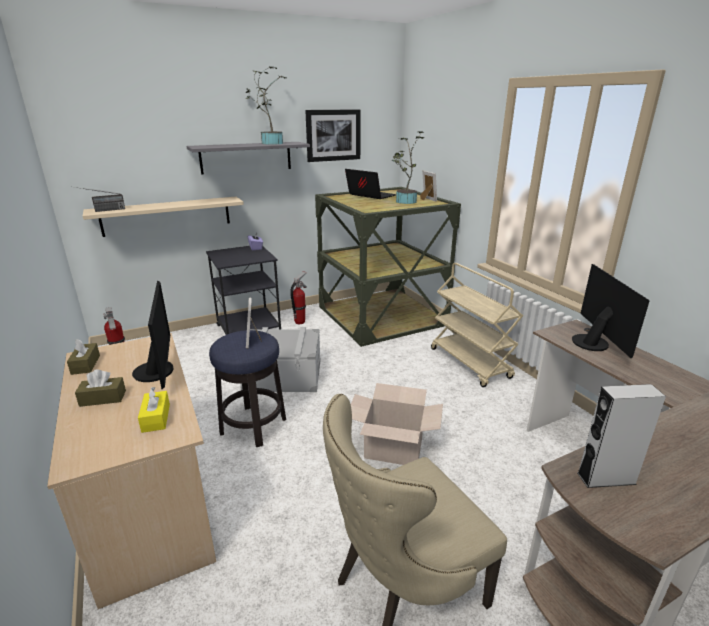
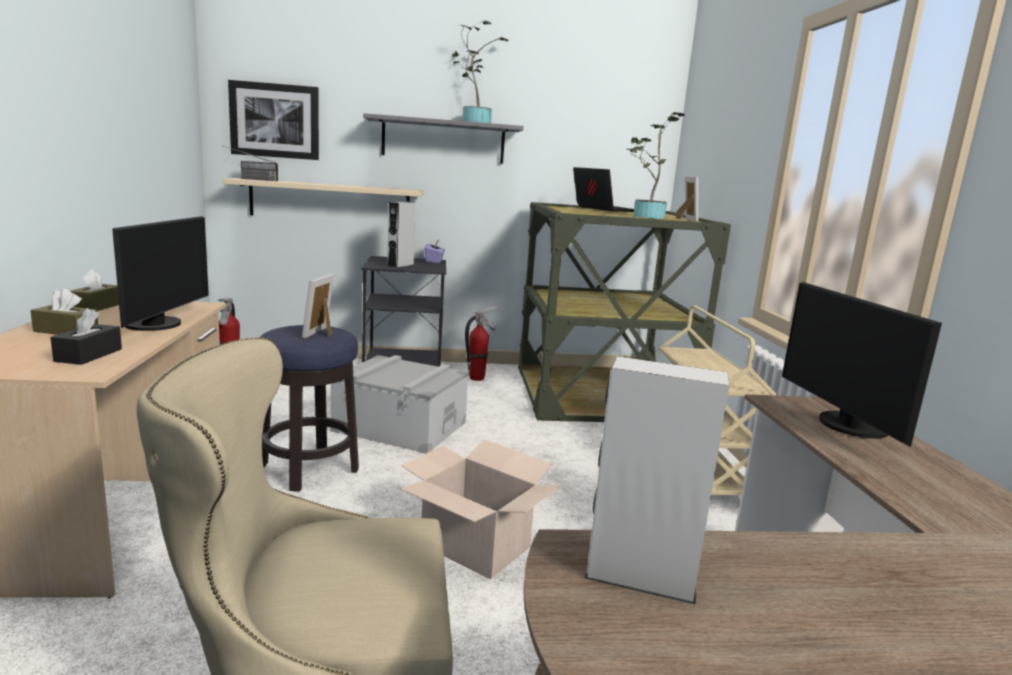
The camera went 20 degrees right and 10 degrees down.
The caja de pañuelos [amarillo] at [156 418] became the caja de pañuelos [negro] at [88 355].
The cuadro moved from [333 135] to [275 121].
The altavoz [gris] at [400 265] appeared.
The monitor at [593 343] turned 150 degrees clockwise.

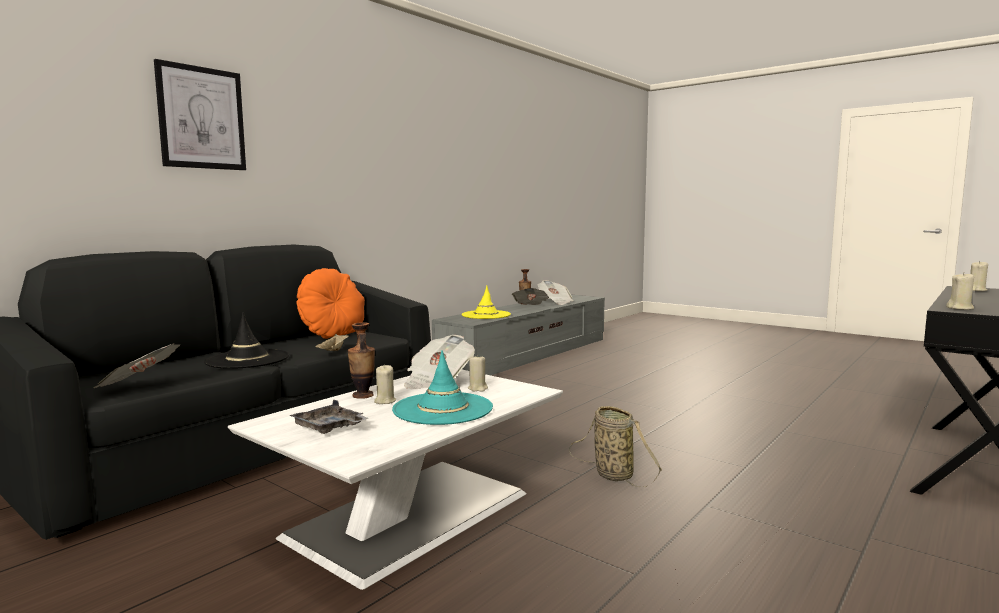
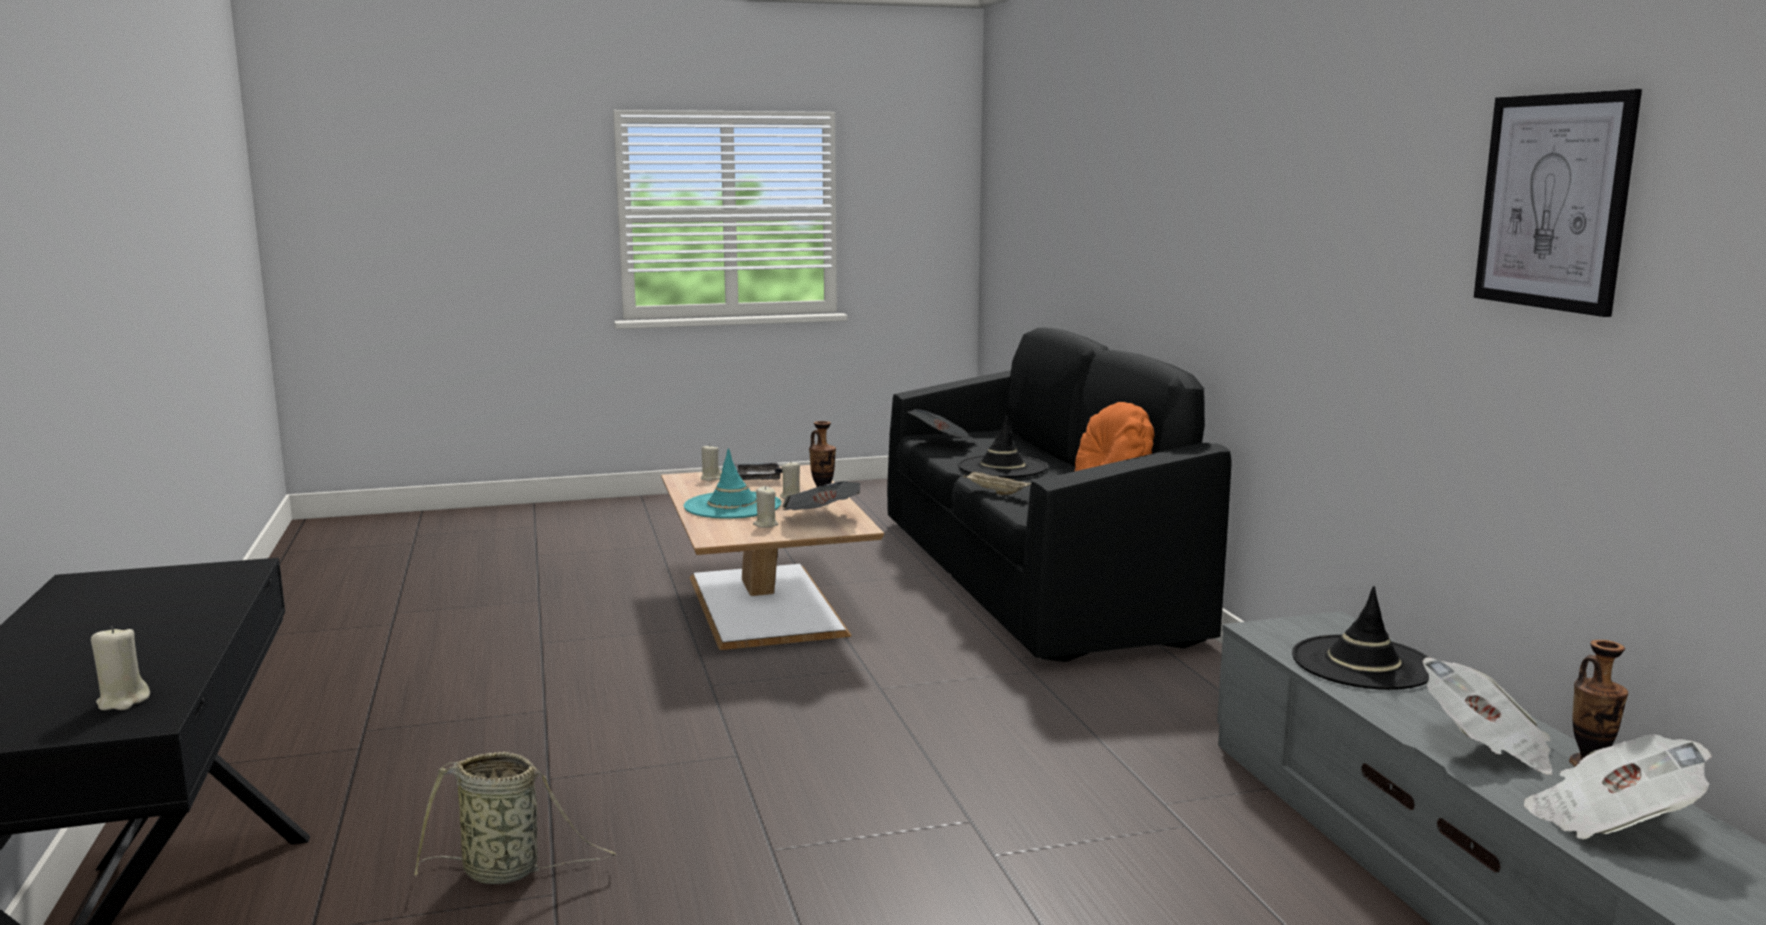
The camera went 125 degrees right and 5 degrees up.
The cesta moved from [611 474] to [507 872].
The mesa de centro [blanco] at [413 512] became the mesa de centro [marrón] at [766 606].
The vela [beis] moved from [960 308] to [710 478].
The sombrero [amarillo] at [486 315] became the sombrero [negro] at [1363 663].
The cuadro moved from [201 118] to [1554 201].

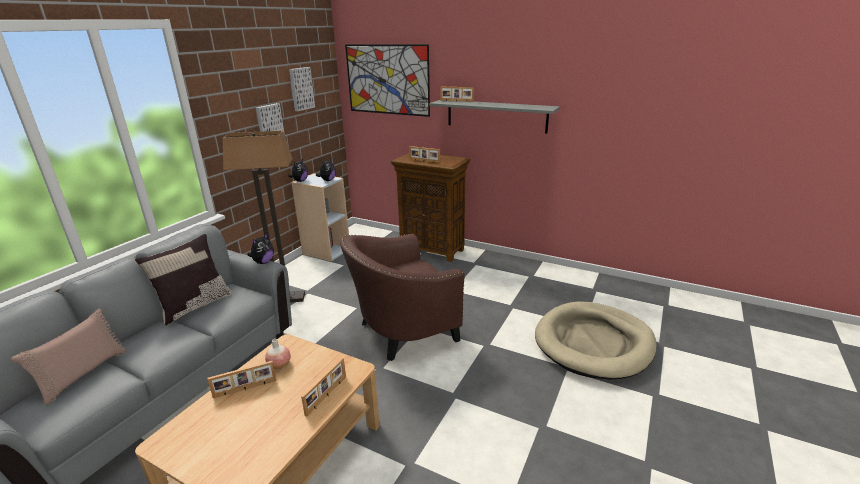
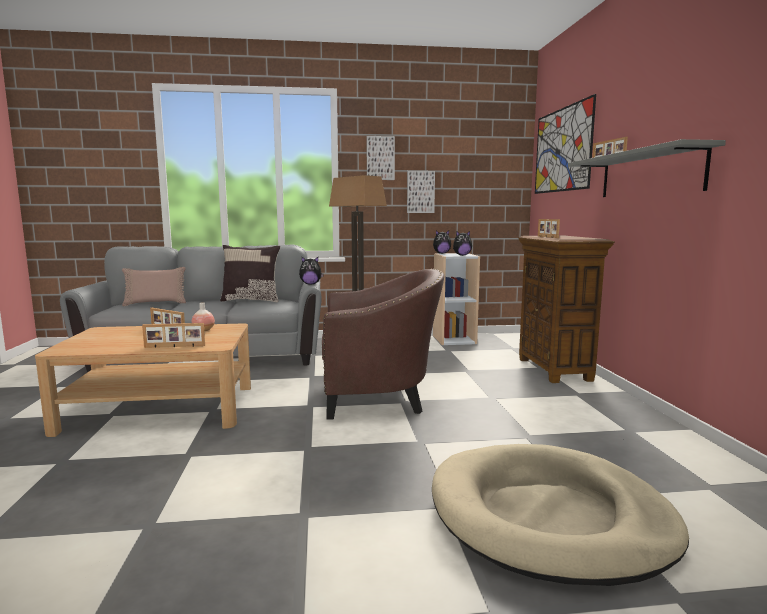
The camera went 55 degrees right and 15 degrees down.
The sillón [marrón] at [402 331] turned 150 degrees clockwise.
The cuadro moved from [301 88] to [380 158].

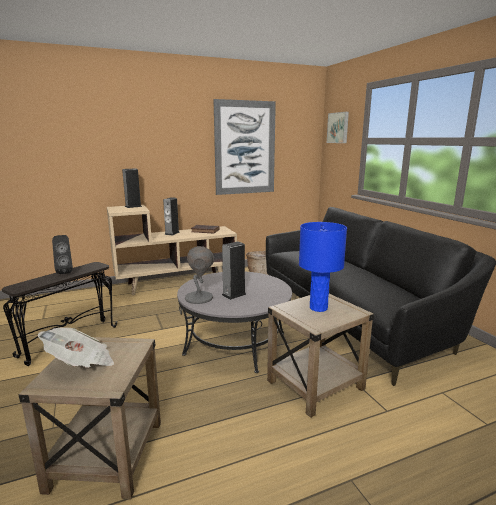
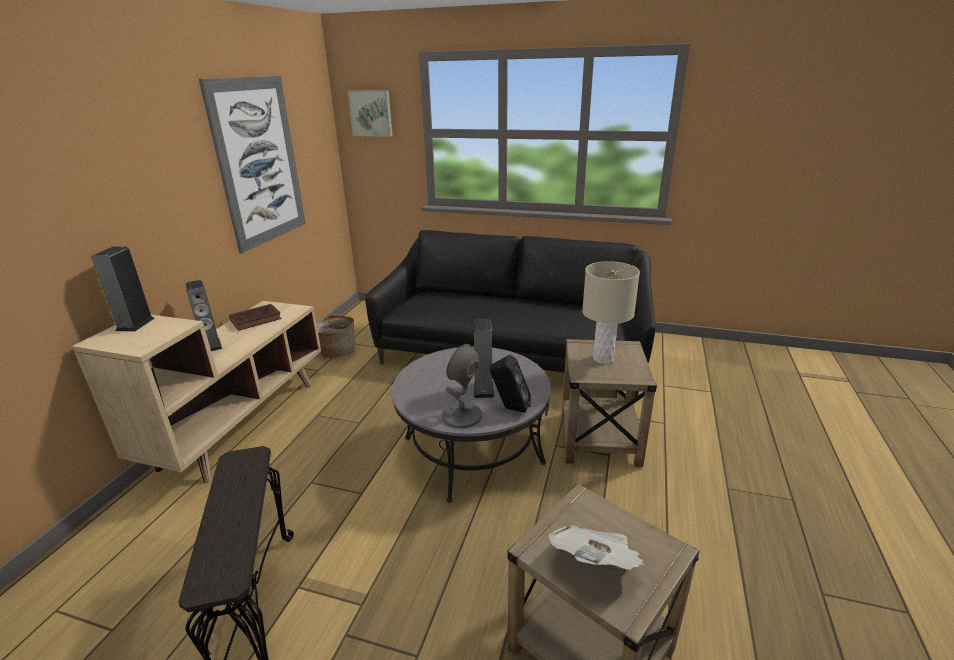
The camera went 50 degrees left and 10 degrees up.
The altavoz [negro] moved from [65 271] to [510 408].
The lámpara de mesa [azul] at [318 308] became the lámpara de mesa [beis] at [603 359].

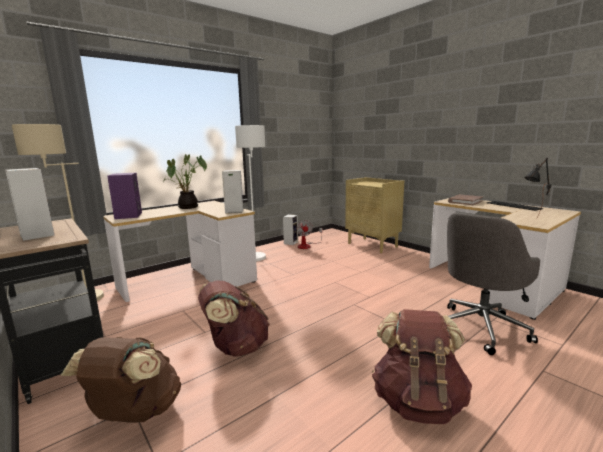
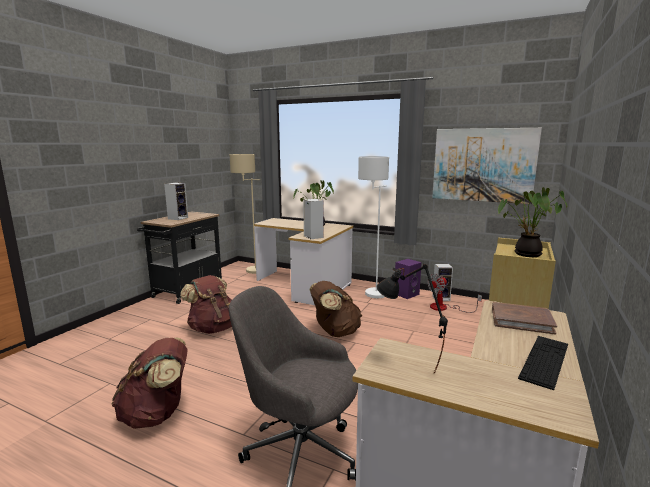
The camera went 65 degrees right and 0 degrees up.
The mochila [marrón] moved from [134 413] to [335 332].
The altavoz [morado] moved from [128 215] to [406 294].
The cuadro at [483 165] appeared.
The planta en maceta at [525 254] appeared.

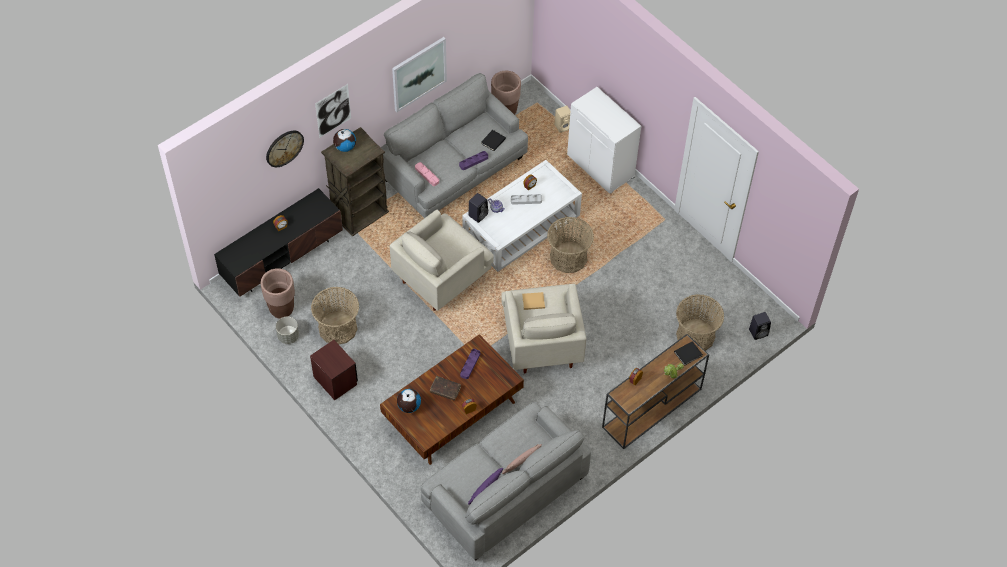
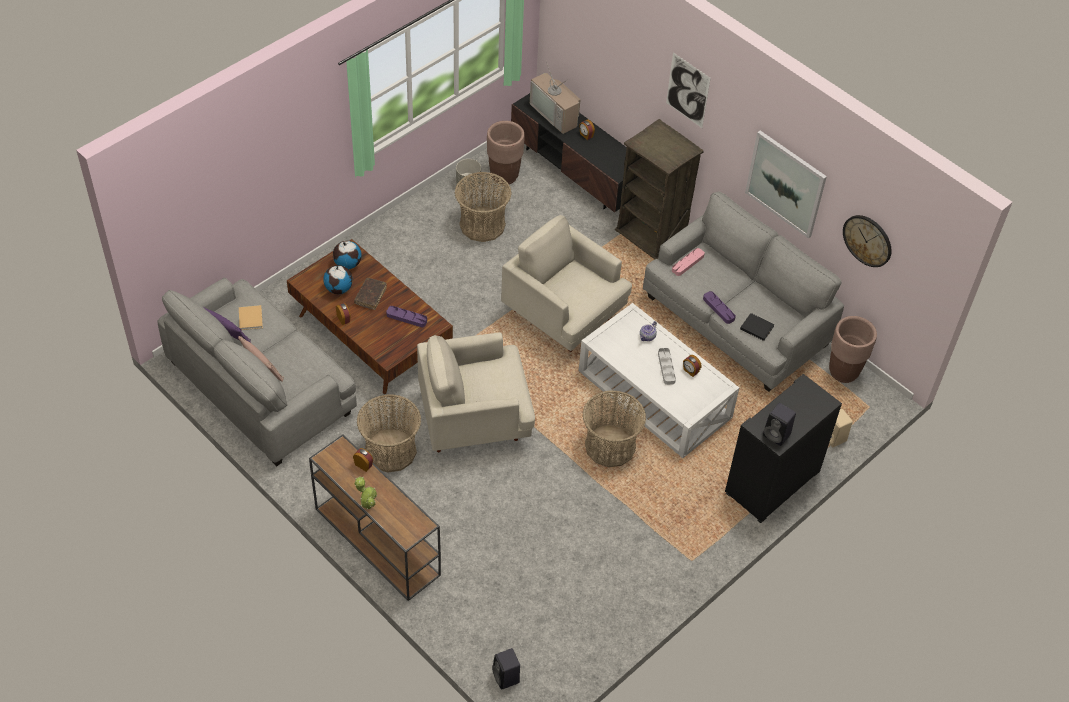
The camera went 85 degrees right and 5 degrees down.
The libro [beis] moved from [532 301] to [250 317].
The globo terráqueo moved from [345 147] to [339 289].
The cesta moved from [695 335] to [390 450].
The televisor at [556 114] appeared.
The armario [blanco] at [601 166] became the armario [negro] at [772 483].
The altavoz [negro] moved from [478 214] to [777 435].
The reloj de pared moved from [284 148] to [867 240].
The mesita de noche [marrón] at [335 380] disappeared.
The libro [negro] at [688 353] disappeared.

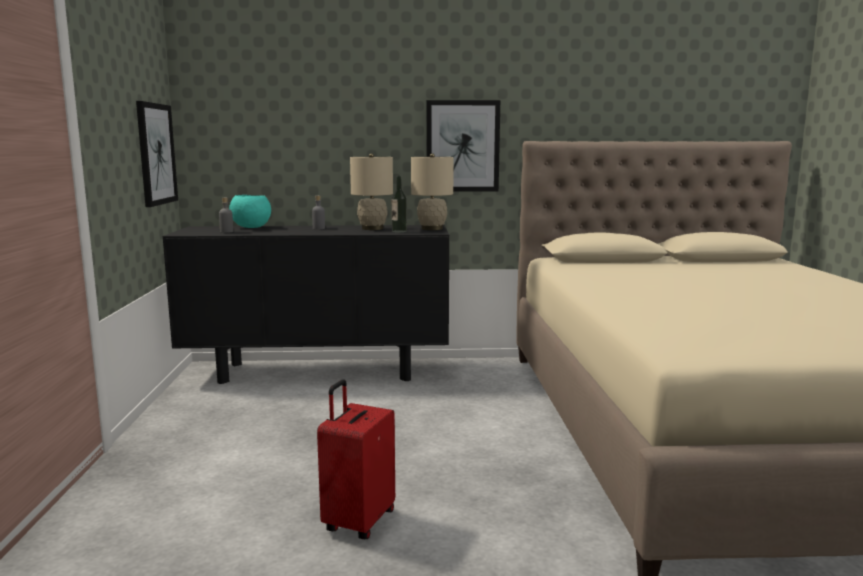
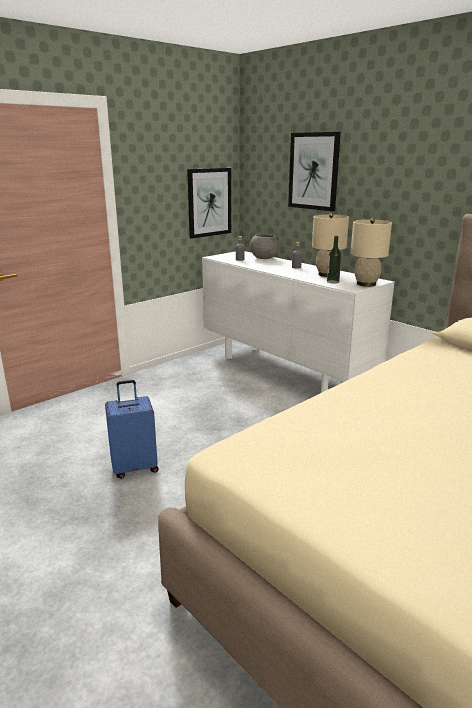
The camera went 50 degrees right and 10 degrees up.
The maleta [rojo] at [358 521] became the maleta [azul] at [135 467].
The cómoda [negro] at [318 372] became the cómoda [blanco] at [284 371].
The cuenco [turquesa] at [251 227] became the cuenco [gris] at [263 258].
The cuadro moved from [462 146] to [314 171].

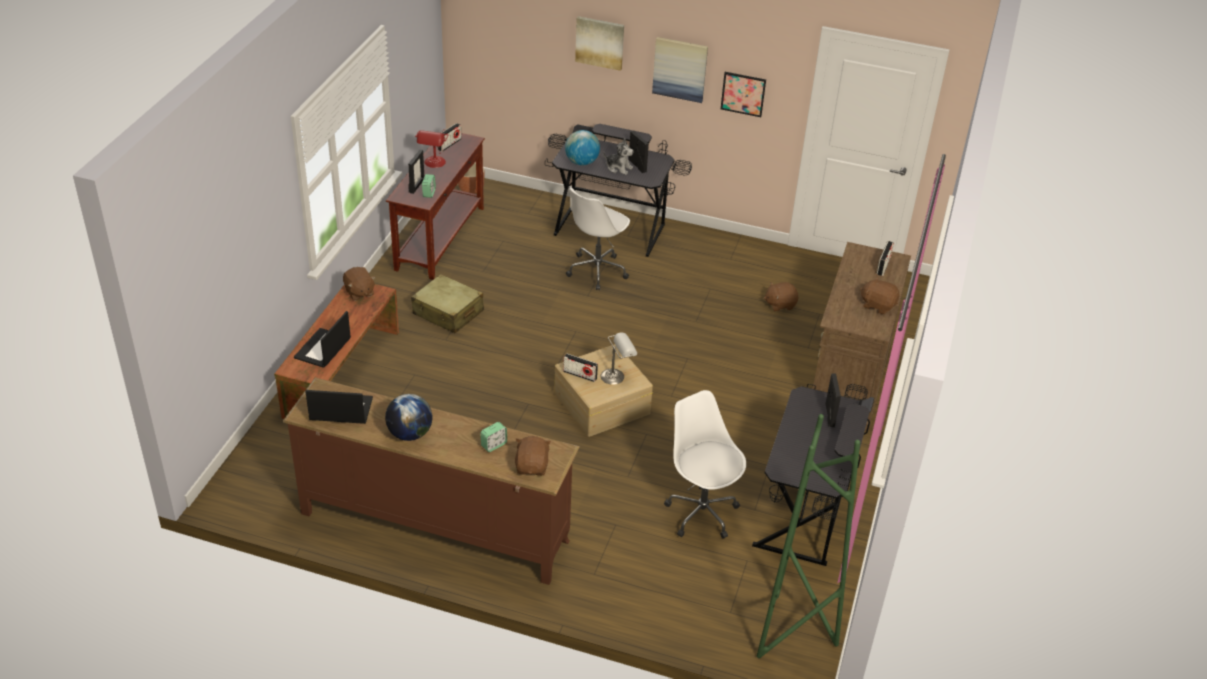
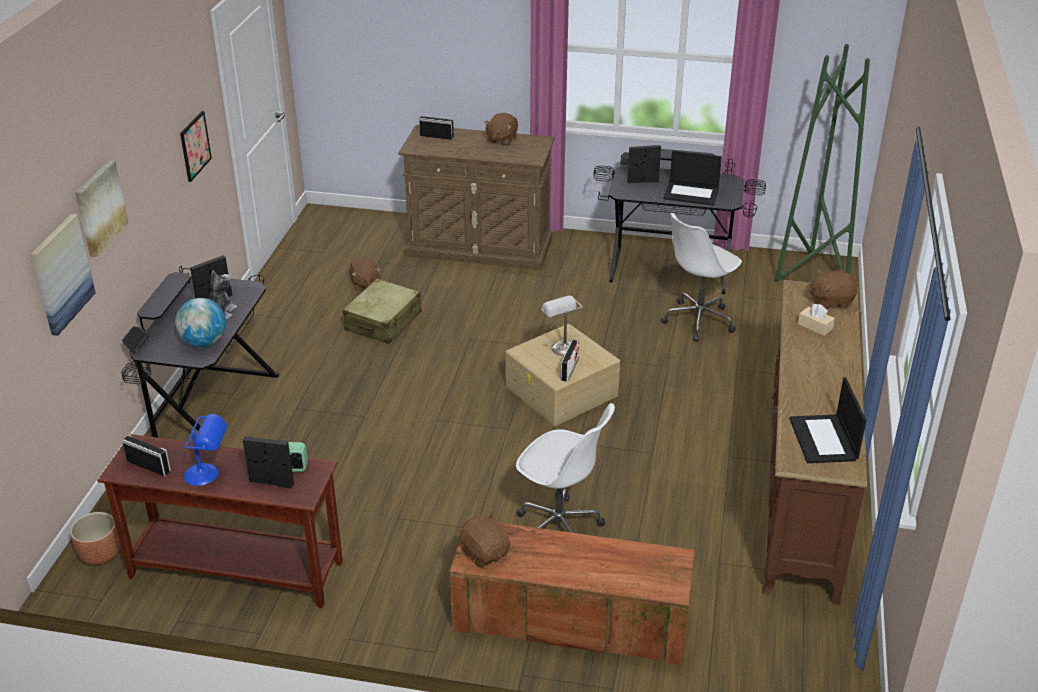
The camera went 95 degrees left and 5 degrees down.
The cuadro moved from [680 69] to [61 274].
The lámpara de mesa [rojo] at [434 164] became the lámpara de mesa [azul] at [208 474].
The maleta [beis] moved from [448 312] to [383 321].
The peluche [marrón] at [359 292] turned 90 degrees counterclockwise.
The silla de oficina [blanco] moved from [596 272] to [561 530].
The portátil moved from [323 349] to [692 193].
The despertador at [494 445] was replaced by the caja de pañuelos [beis] at [815 326].
The globo terráqueo at [410 434] disappeared.

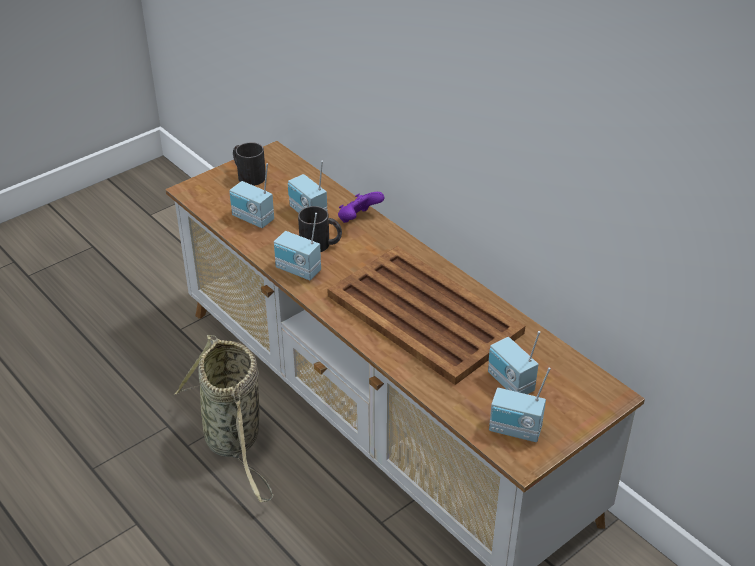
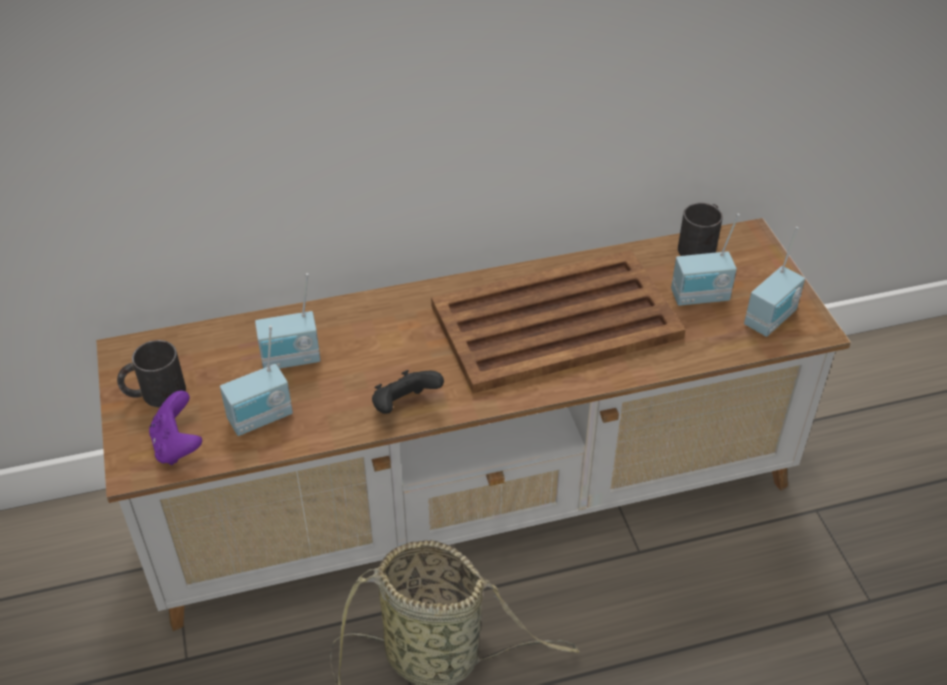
The camera went 65 degrees left and 5 degrees up.
The mando de consola [morado] moved from [358 219] to [178 446].
The radio at [297 271] was replaced by the mando de consola [negro] at [404 406].
The taza grande [negro] moved from [321 244] to [700 245].

